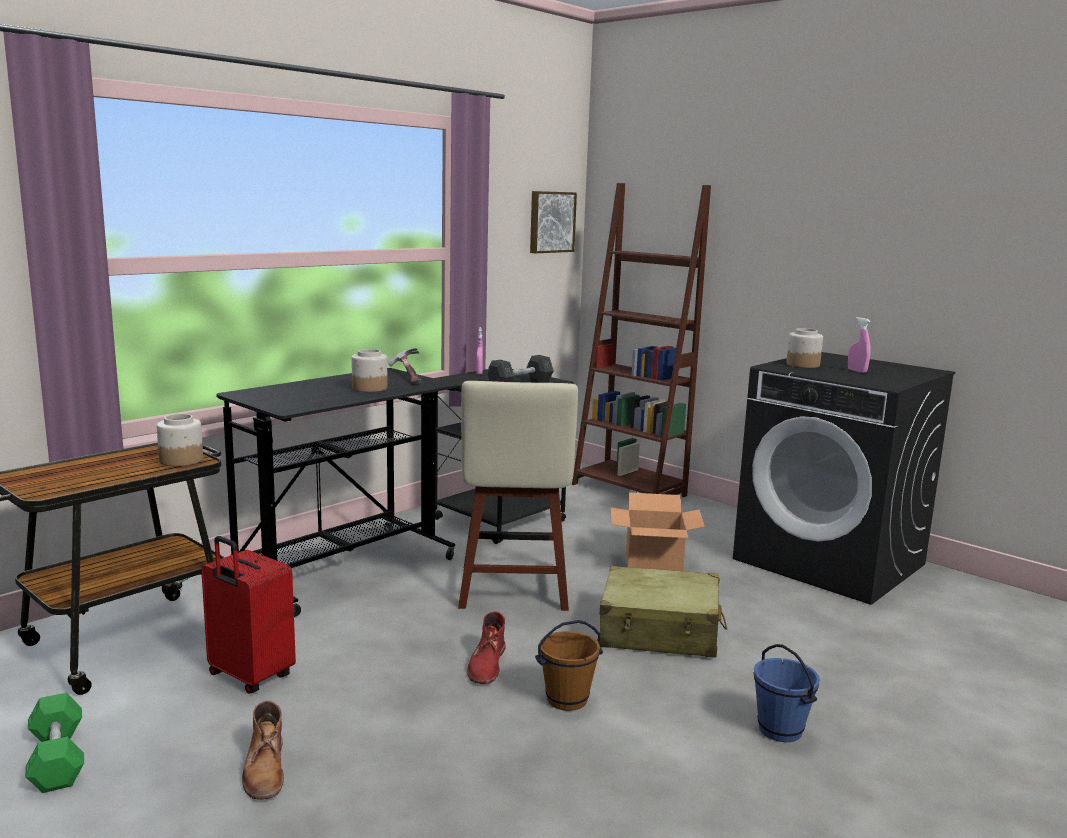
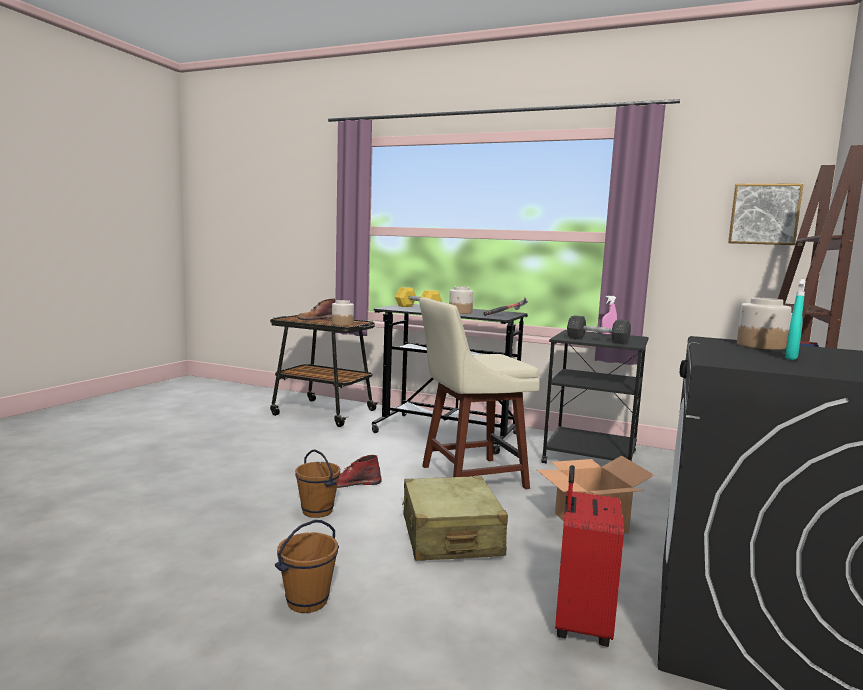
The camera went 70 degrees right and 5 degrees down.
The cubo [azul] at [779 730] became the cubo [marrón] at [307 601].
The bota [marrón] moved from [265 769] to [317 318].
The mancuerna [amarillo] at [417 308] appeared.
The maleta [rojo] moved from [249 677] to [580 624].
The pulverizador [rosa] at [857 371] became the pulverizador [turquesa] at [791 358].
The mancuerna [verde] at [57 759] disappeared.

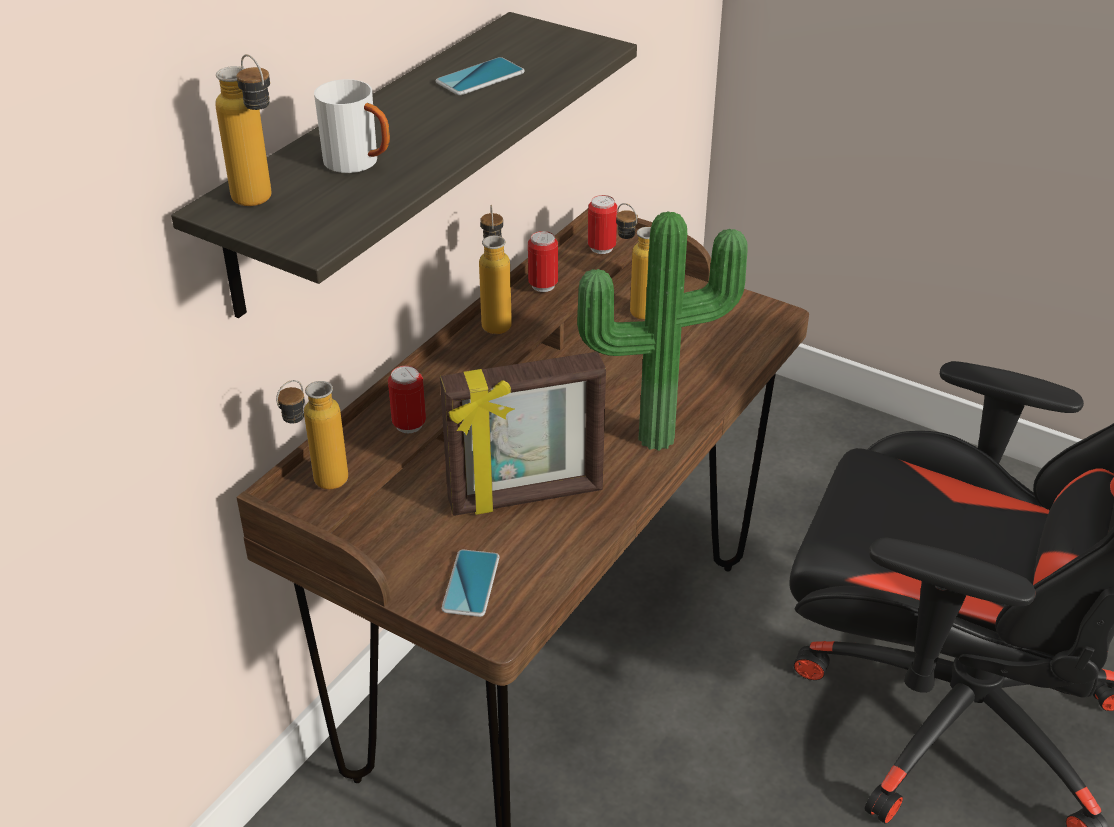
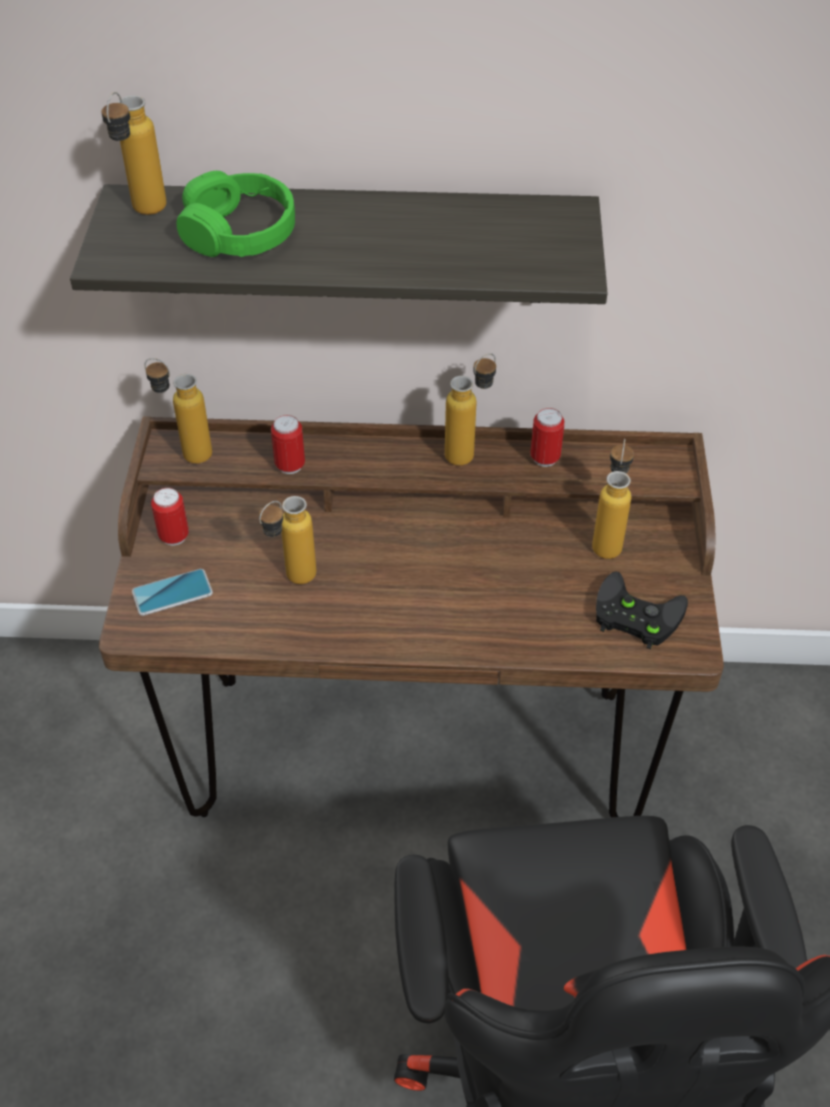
The camera went 60 degrees right and 10 degrees up.
The lata moved from [601 248] to [174 536].
The taza grande [blanco] at [360 164] was replaced by the auriculares [verde] at [239 232].
The portarretratos at [526 497] was replaced by the botella at [291 581].
The mando de consola [negro] at [633 615] appeared.
The móvil at [480 78] disappeared.
The planta en maceta at [653 434] disappeared.

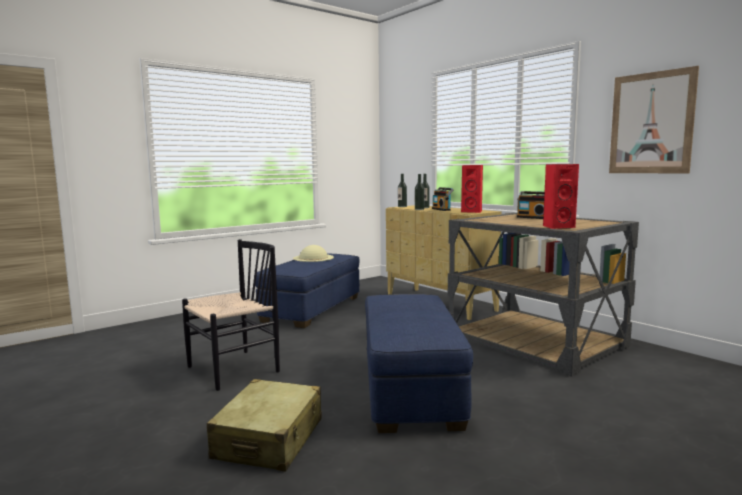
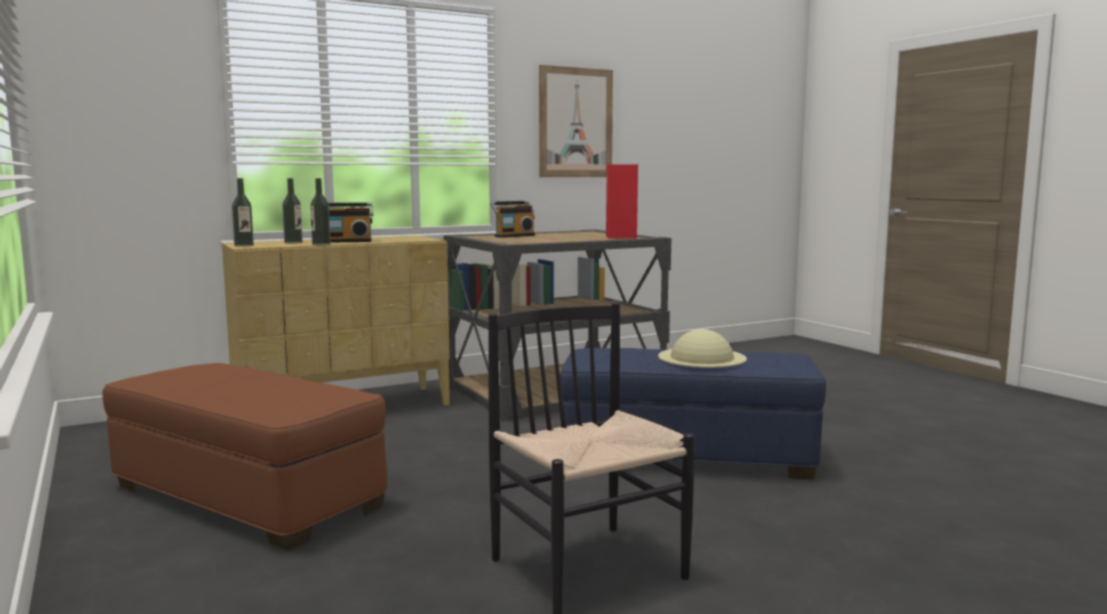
The camera went 80 degrees left and 0 degrees up.
The puf [azul] at [312 309] became the puf [marrón] at [247 496].
The sombrero [beis] moved from [313 258] to [701 357].
The maleta [beis] at [269 439] disappeared.
The altavoz [rojo] at [473 211] disappeared.

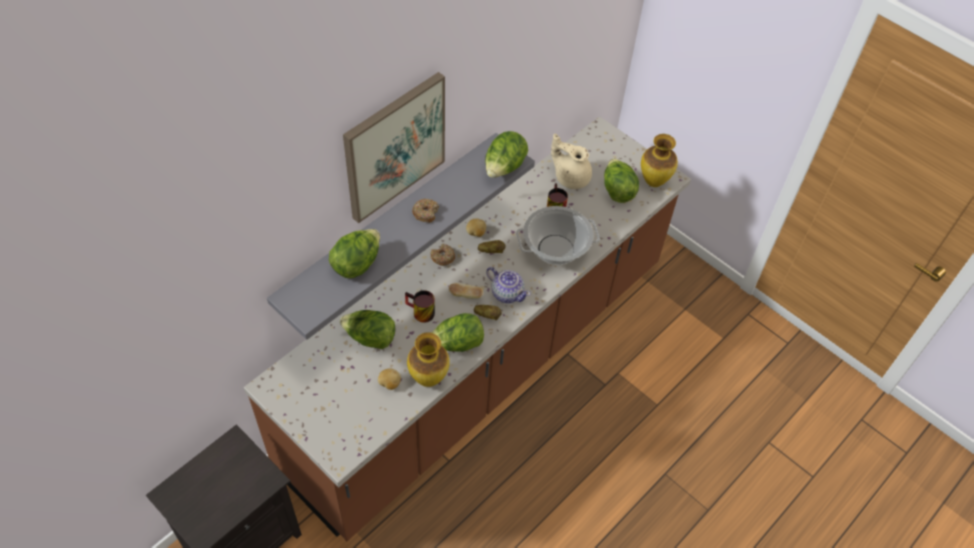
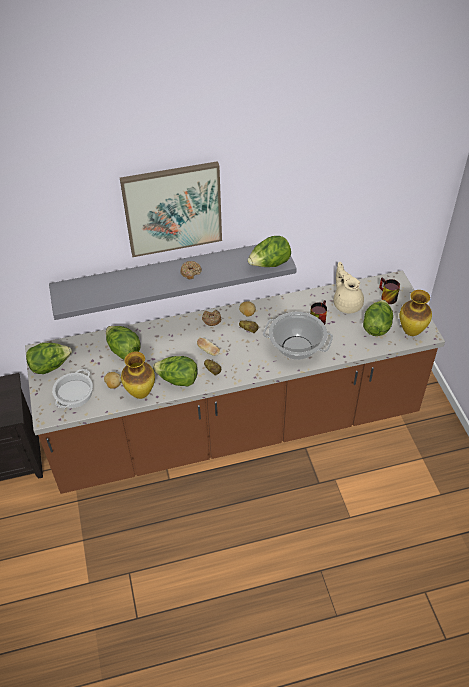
The camera went 35 degrees right and 5 degrees down.
The lechuga moved from [357 264] to [50 366].
The olla at [74 393] appeared.
The taza grande moved from [419 313] to [386 297].
The tetera at [507 293] disappeared.

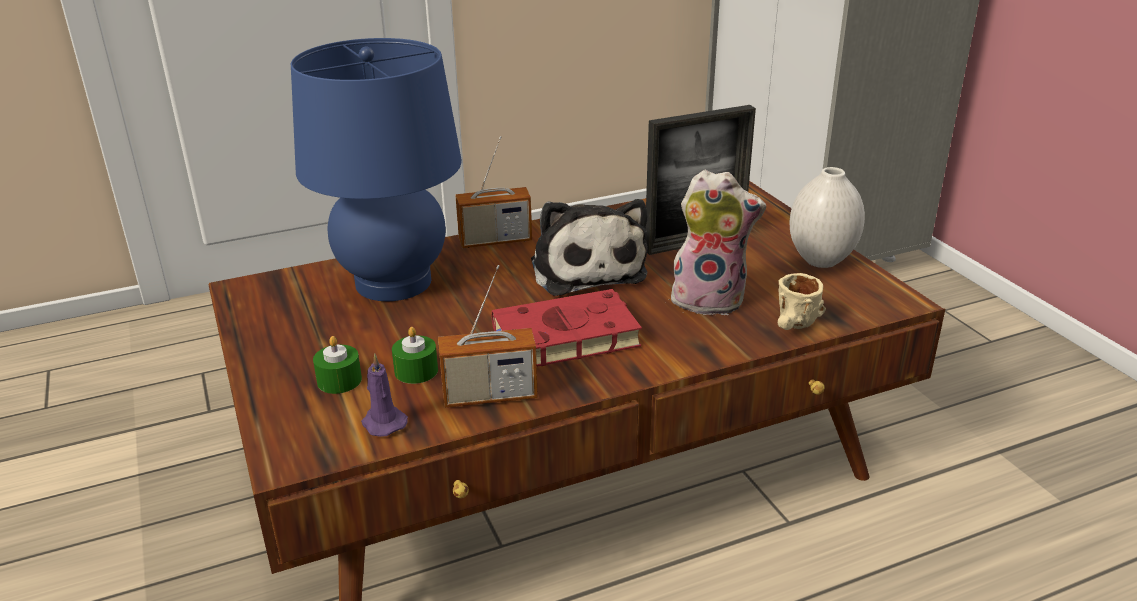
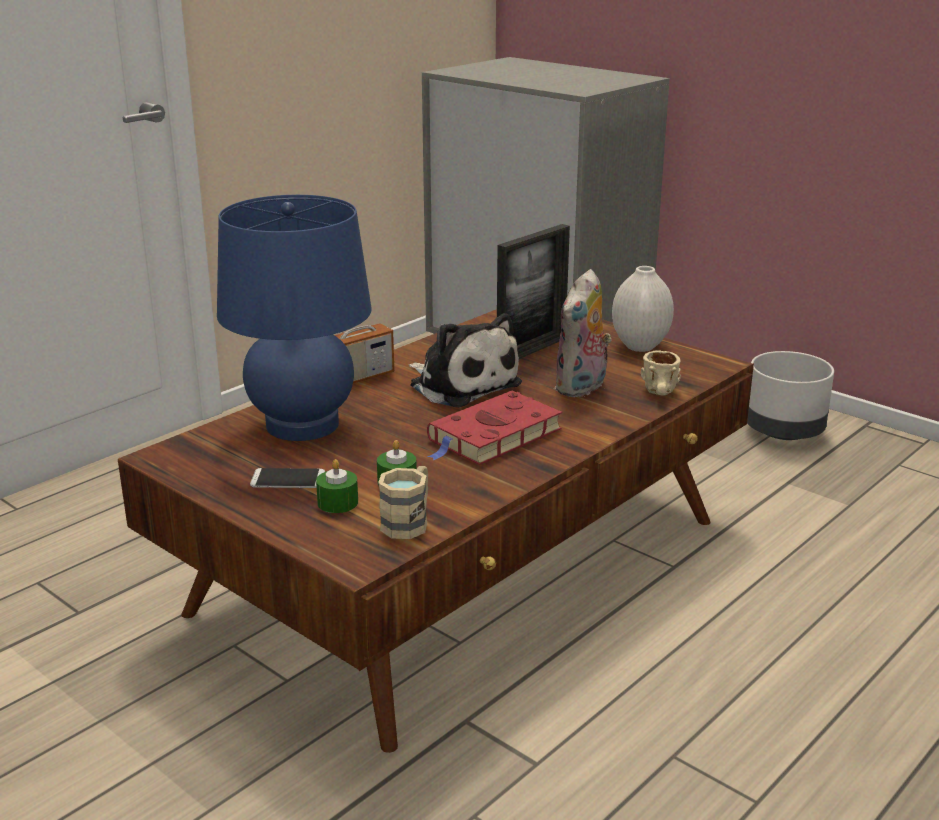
The camera went 25 degrees left and 5 degrees down.
The móvil at [288 479] appeared.
The vela [morado] at [383 422] was replaced by the taza grande [beis] at [409 521].
The peluche at [710 299] turned 135 degrees clockwise.
The maceta [gris] at [783 432] appeared.
The radio at [490 395] disappeared.

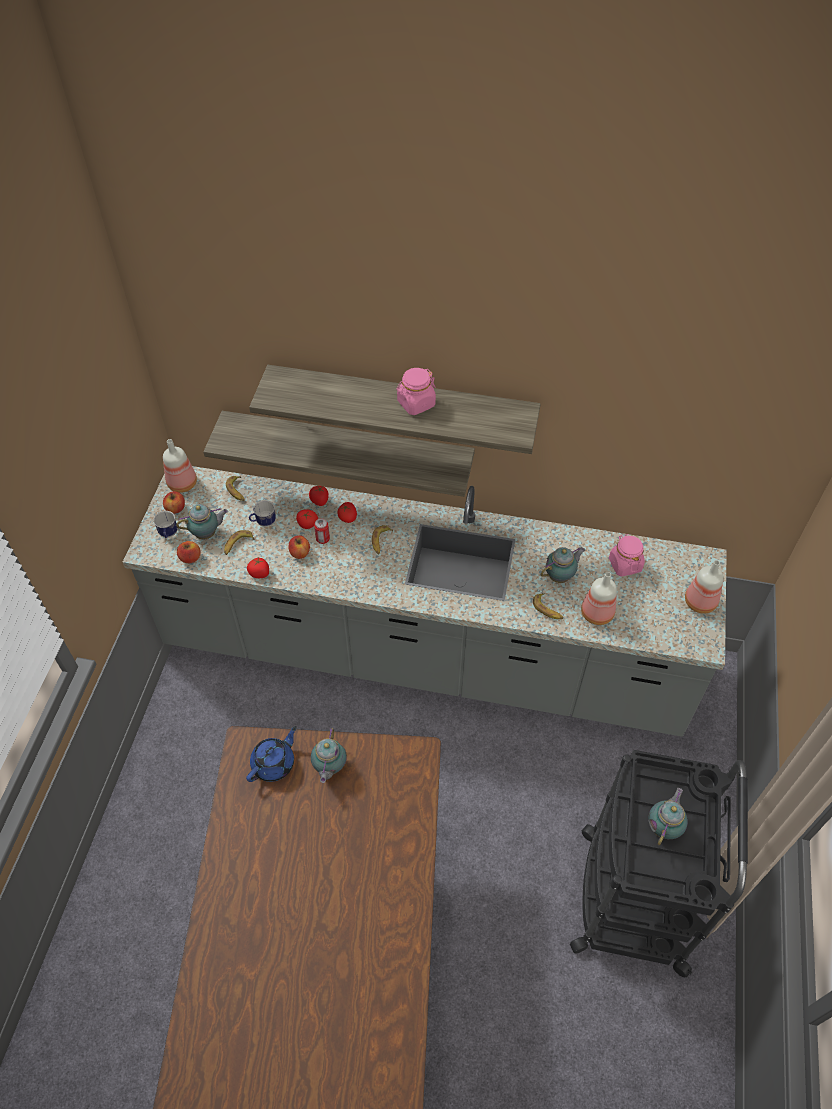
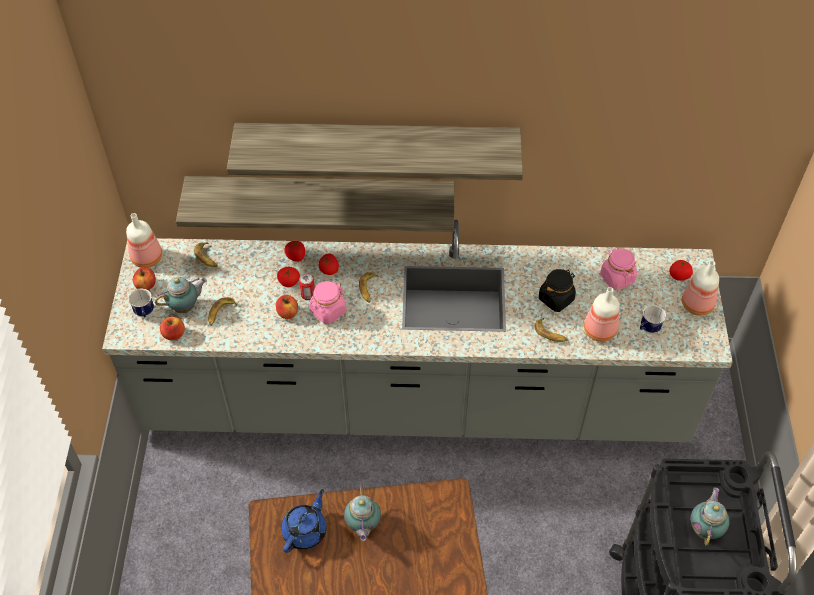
The camera went 10 degrees left and 0 degrees up.
The tarro [rosa] moved from [416 403] to [328 311].
The tetera at [560 576] was replaced by the tarro [negro] at [556 299].
The taza grande moved from [263 523] to [647 329].
The tomate moved from [260 573] to [679 276].

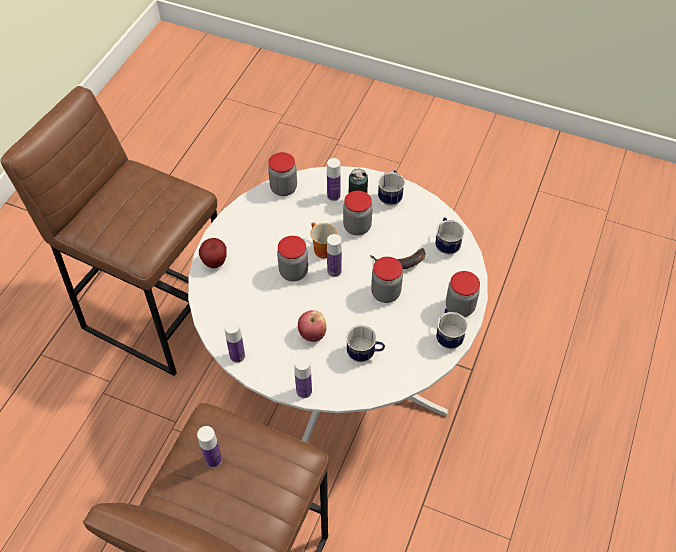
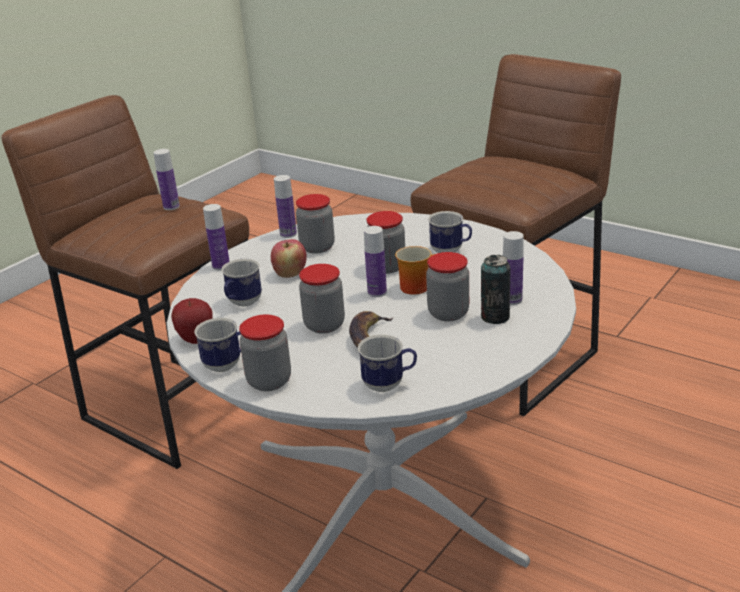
The camera went 105 degrees right and 25 degrees down.
The manzana moved from [215 263] to [196 339].
The tarro moved from [283 188] to [317 247].
The taza grande moved from [390 197] to [451 251].

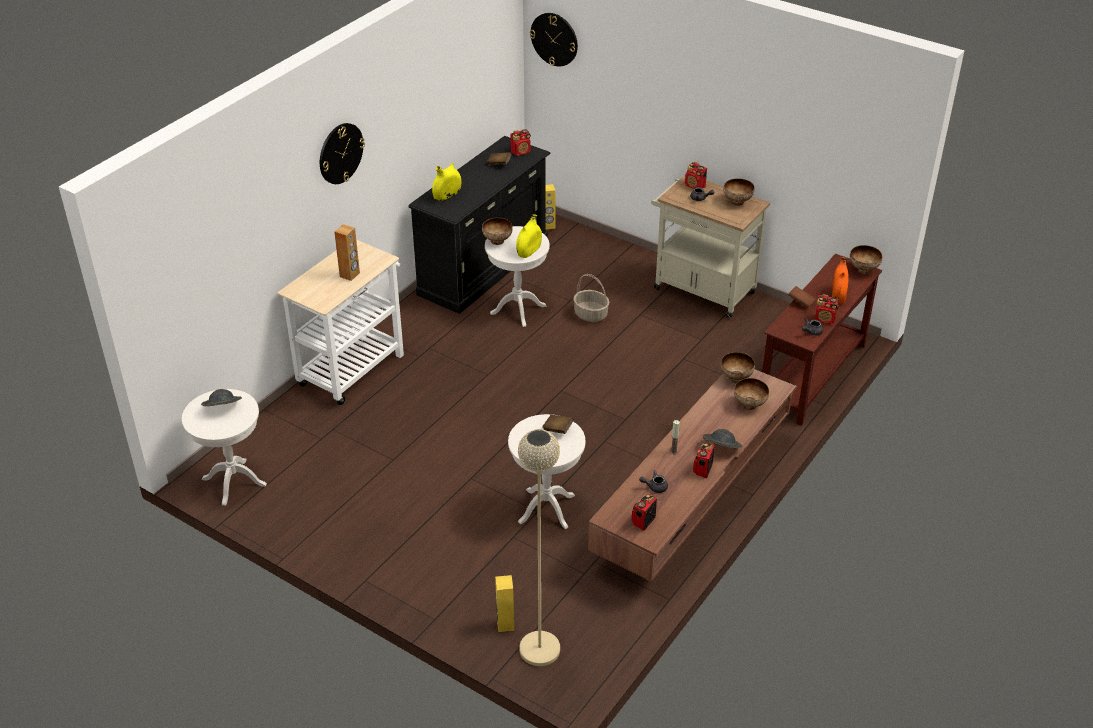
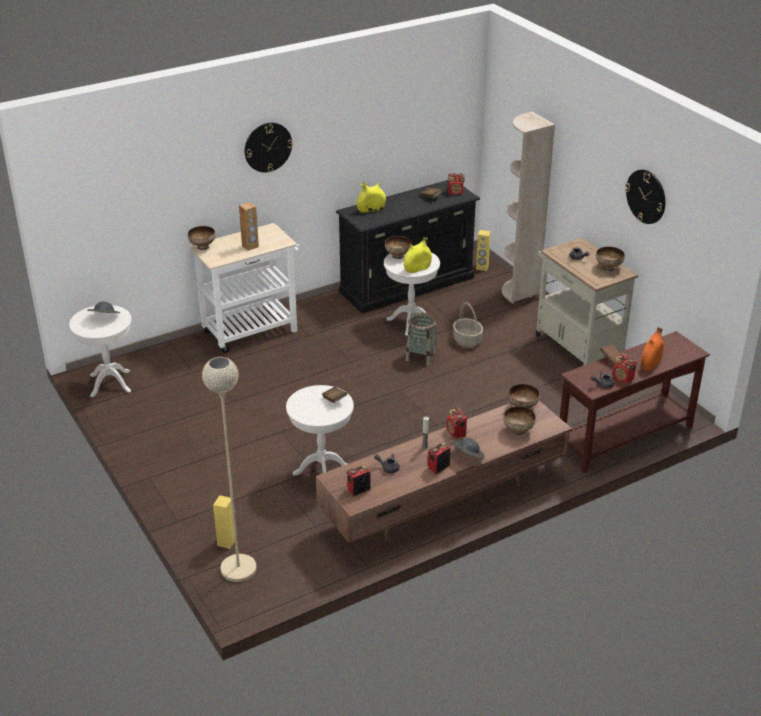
The camera went 25 degrees right and 5 degrees down.
The cuenco moved from [863 269] to [202 246].
The cesta at [421 356] appeared.
The radio moved from [695 186] to [456 433].
The estantería [beis] at [516 294] appeared.
The reloj de pared moved from [554 39] to [646 196].

